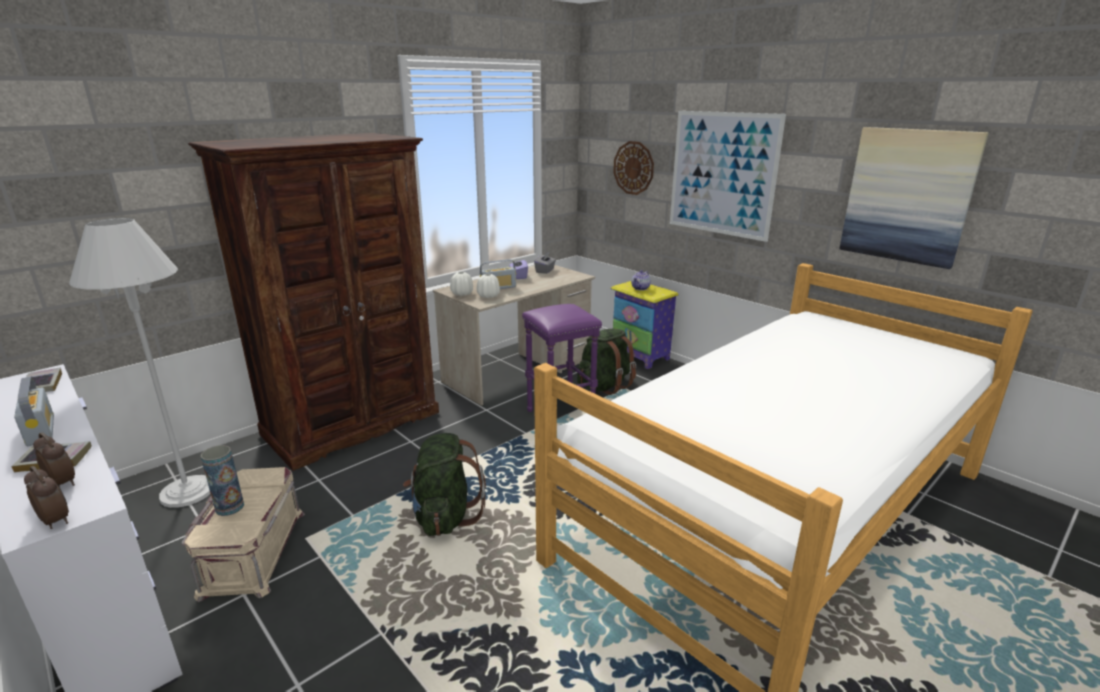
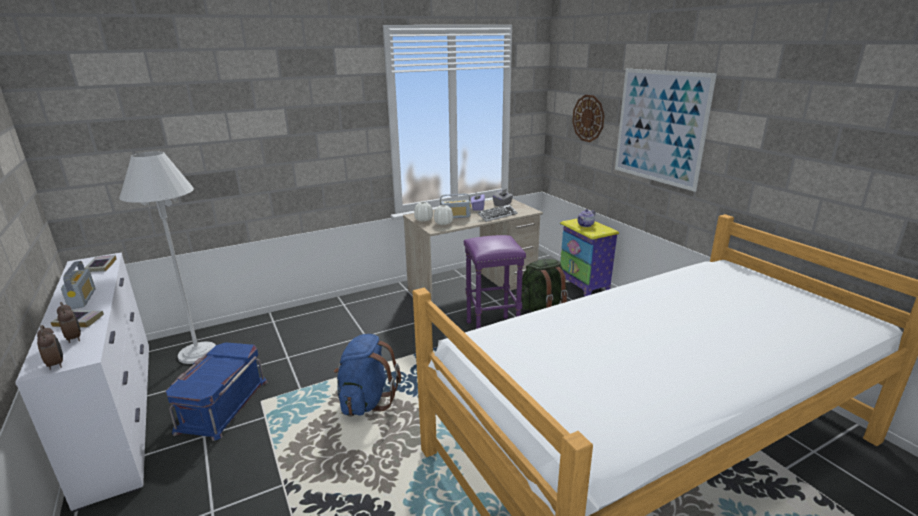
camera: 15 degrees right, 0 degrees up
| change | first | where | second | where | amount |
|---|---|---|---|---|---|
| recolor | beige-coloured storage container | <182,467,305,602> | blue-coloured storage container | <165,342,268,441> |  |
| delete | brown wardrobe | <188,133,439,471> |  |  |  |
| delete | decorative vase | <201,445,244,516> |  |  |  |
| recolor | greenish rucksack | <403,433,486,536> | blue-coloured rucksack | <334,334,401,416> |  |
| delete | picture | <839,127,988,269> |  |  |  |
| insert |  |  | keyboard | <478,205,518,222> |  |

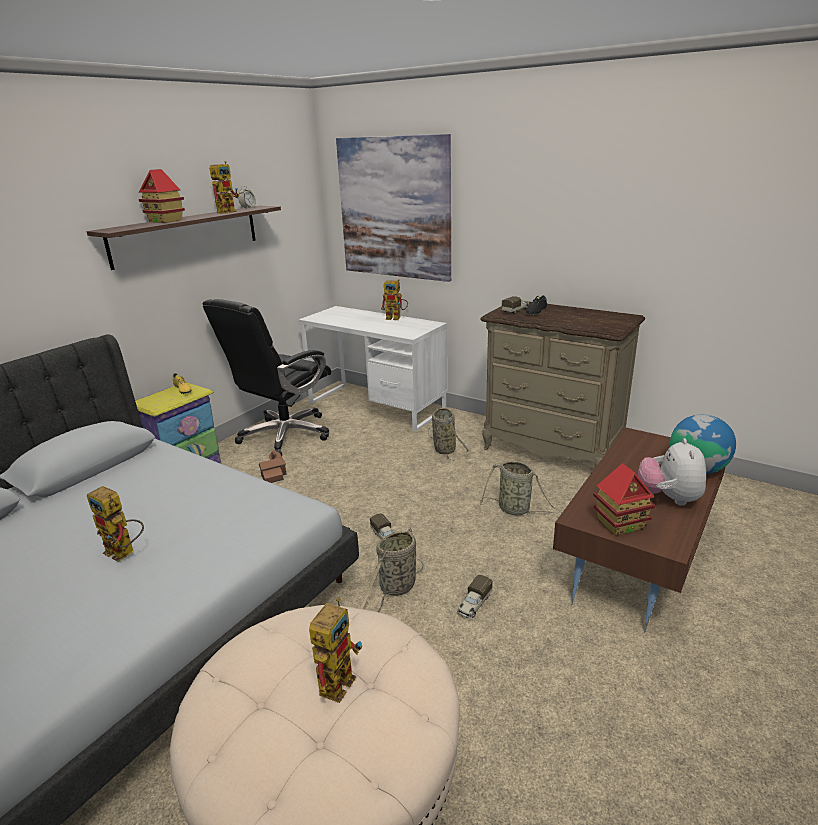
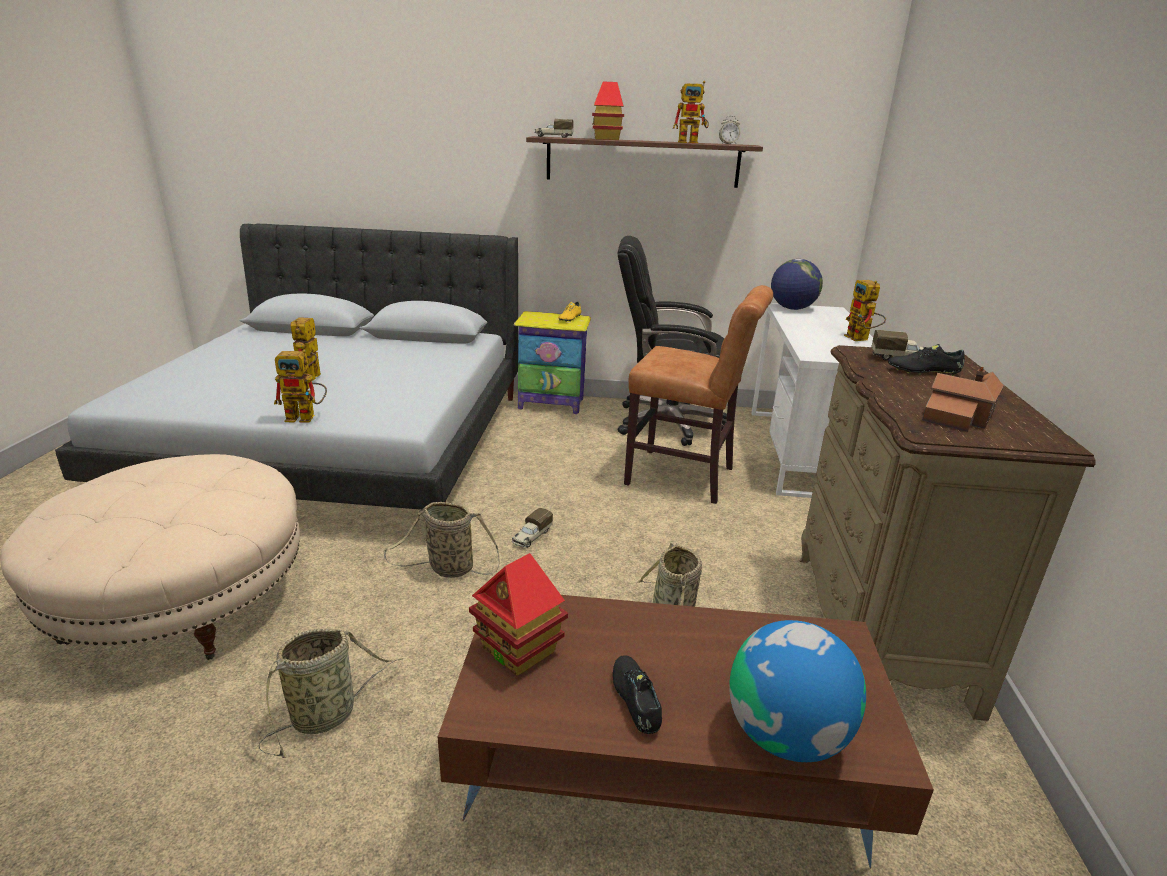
camera: 60 degrees right, 0 degrees up
| change | first | where | second | where | amount |
|---|---|---|---|---|---|
| move | toy house | <259,450,287,483> |  | <922,367,1004,432> |  |
| move | model robot | <309,597,362,703> |  | <274,350,327,423> |  |
| delete | picture | <336,134,451,282> |  |  |  |
| move | storage basket | <428,408,469,461> |  | <258,628,404,758> |  |
| move | toy lorry | <457,575,493,618> |  | <534,119,574,138> |  |
| replace | plush toy | <638,438,706,506> | black low shoe | <613,655,662,734> |  |
| insert |  |  | brown upright chair | <624,285,773,504> |  |
| insert |  |  | globe | <771,259,823,310> |  |

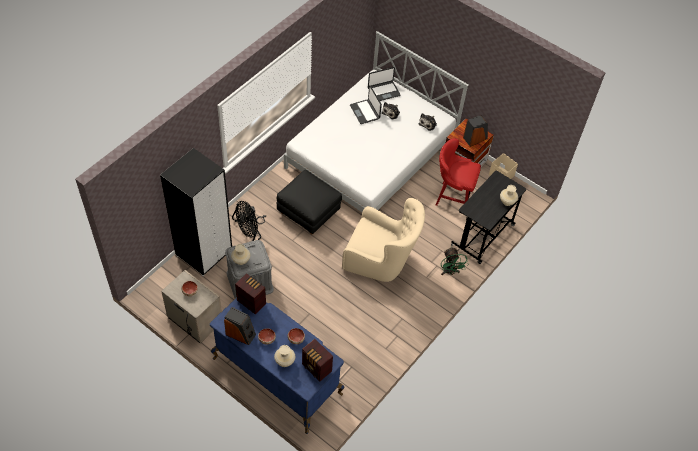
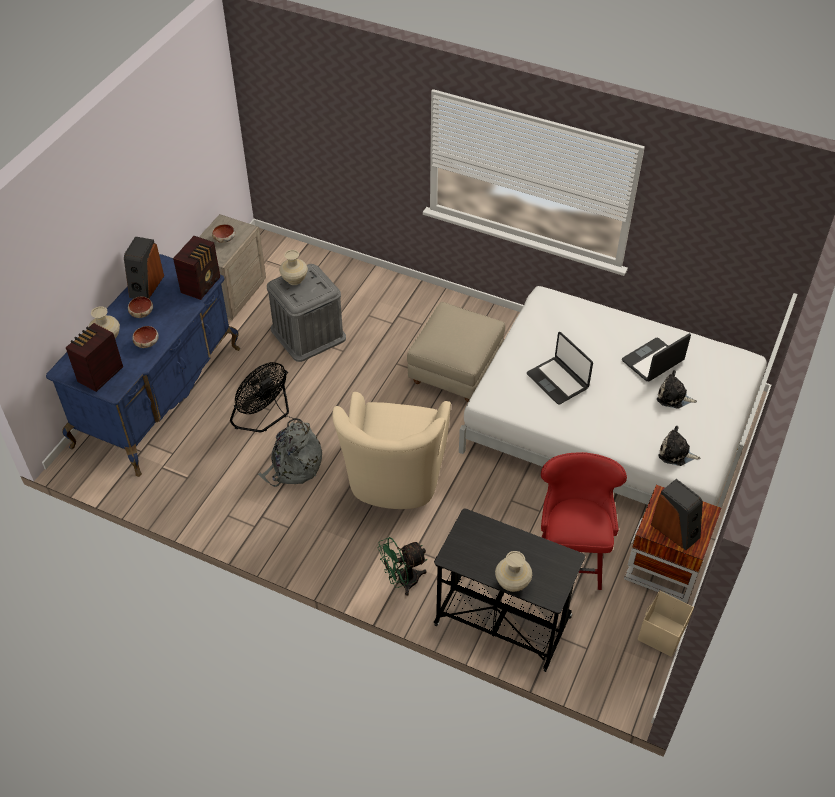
camera: 80 degrees right, 5 degrees down
| change | first | where | second | where | amount |
|---|---|---|---|---|---|
| delete | wardrobe | <160,148,232,276> |  |  |  |
| move | black cooling fan | <232,201,267,241> |  | <230,362,303,432> |  |
| recolor | black ottoman | <276,170,342,234> | beige-coloured ottoman | <407,302,505,402> |  |
| move | portable computer | <368,67,401,101> |  | <527,332,593,405> |  |
| insert |  |  | gray rucksack | <258,421,322,487> |  |

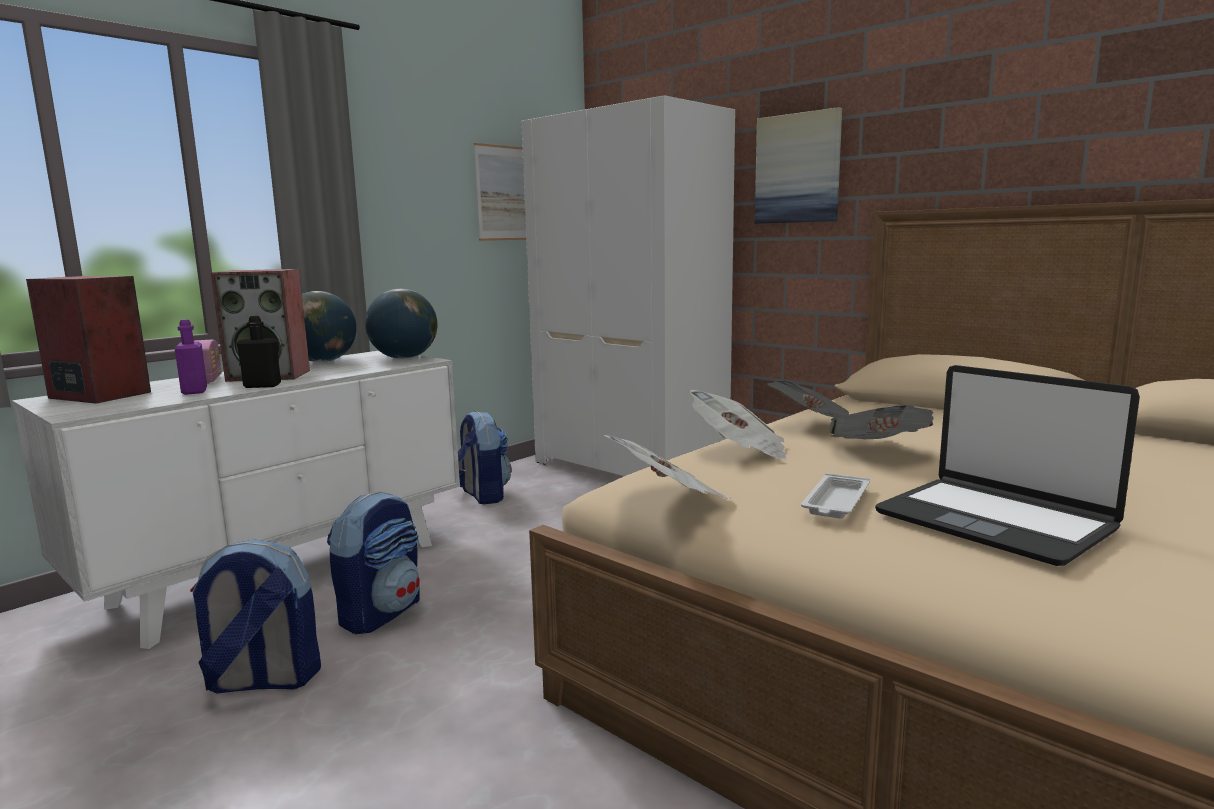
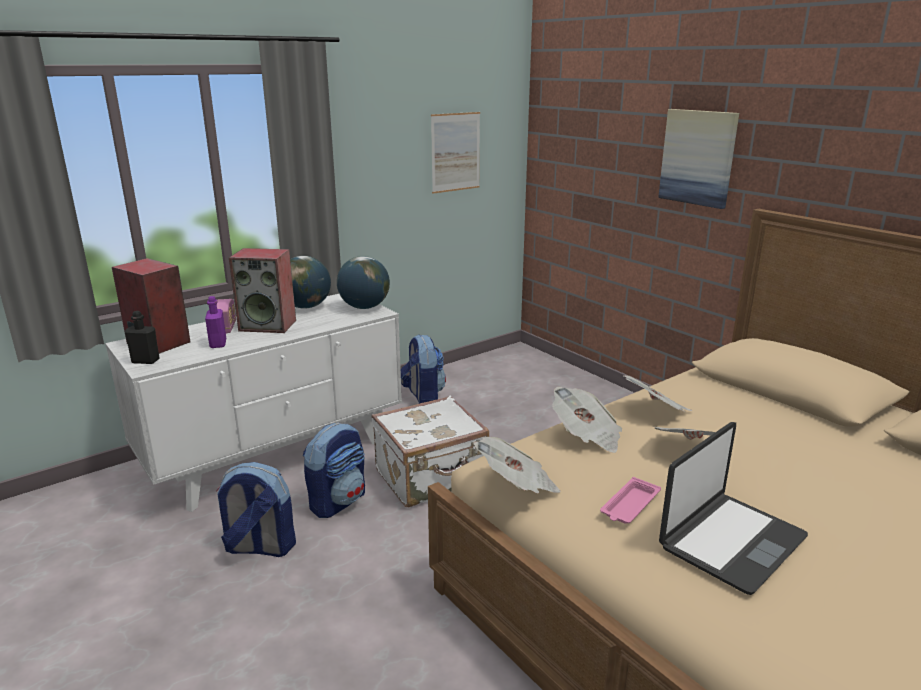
camera: 10 degrees right, 10 degrees up
| change | first | where | second | where | amount |
|---|---|---|---|---|---|
| move | black beverage bottle | <237,316,281,388> |  | <125,311,159,364> |  |
| delete | white wardrobe | <521,95,735,476> |  |  |  |
| recolor | white carrying tray | <801,473,870,518> | pink carrying tray | <600,477,661,524> |  |
| rotate | portable computer | <875,365,1140,566> |  | <659,422,808,595> | 105 degrees counterclockwise |
| insert |  |  | white travel case | <372,396,489,507> |  |

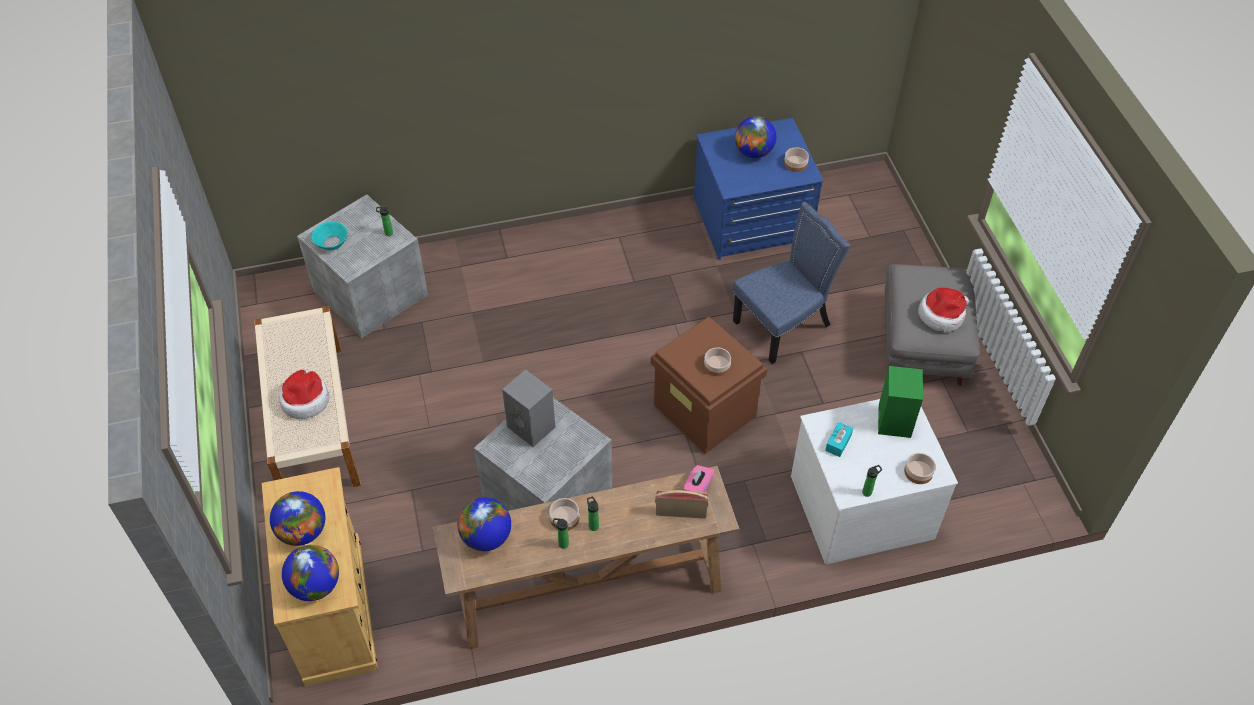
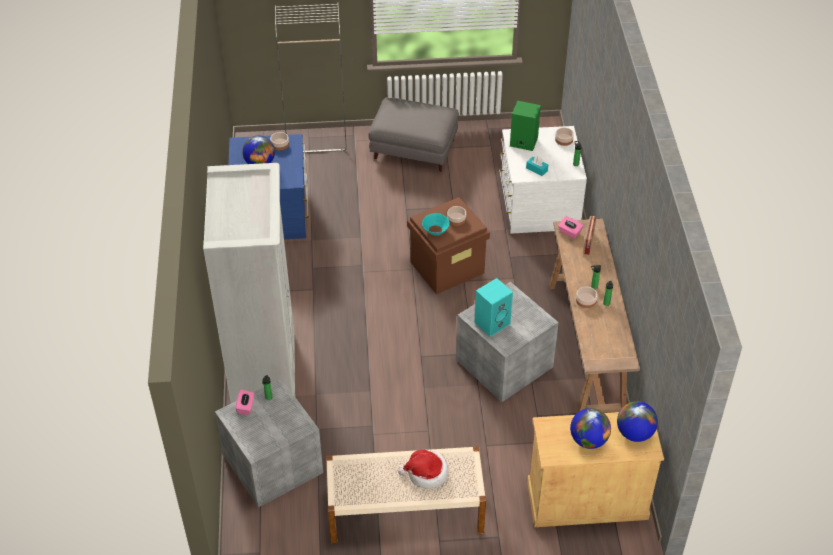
camera: 80 degrees left, 5 degrees down
| change | first | where | second | where | amount |
|---|---|---|---|---|---|
| move | blue-green serving bowl | <312,221,348,250> |  | <422,213,450,235> |  |
| delete | globe | <458,497,511,551> |  |  |  |
| recolor | gray loudspeaker | <502,370,555,447> | blue-green loudspeaker | <474,278,513,337> |  |
| delete | blue-coloured upright chair | <733,202,851,364> |  |  |  |
| delete | wearable hat | <918,288,969,332> |  |  |  |
| insert |  |  | white wardrobe | <203,163,295,403> |  |
| insert |  |  | pink box of tissues | <235,389,254,415> |  |
| insert |  |  | gray garment rack | <275,2,347,153> |  |

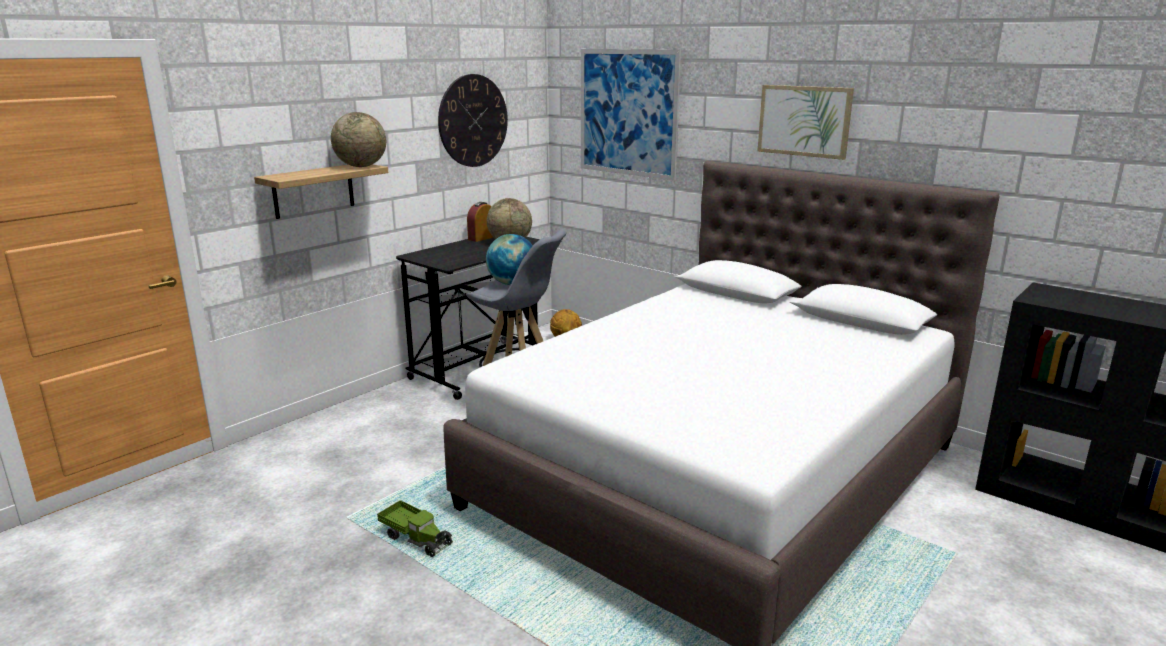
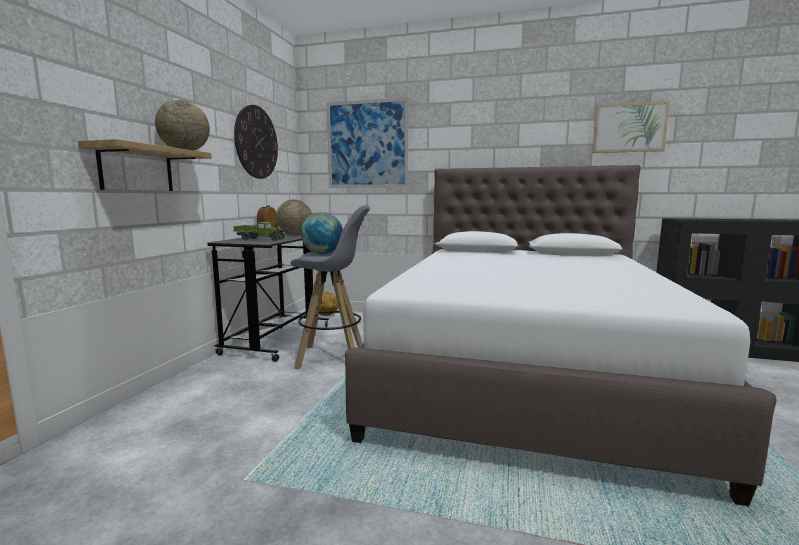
camera: 25 degrees left, 10 degrees down
| change | first | where | second | where | amount |
|---|---|---|---|---|---|
| move | toy lorry | <377,500,453,557> |  | <233,222,285,241> |  |
| move | picture | <757,85,854,160> |  | <592,101,670,153> |  |

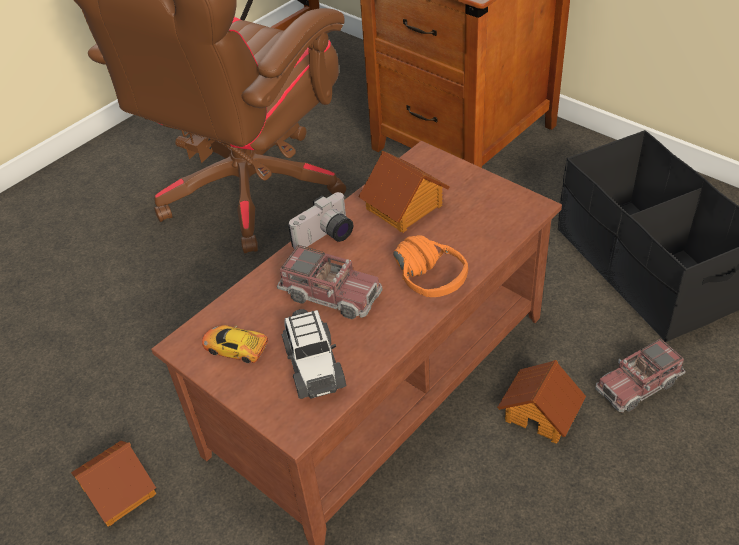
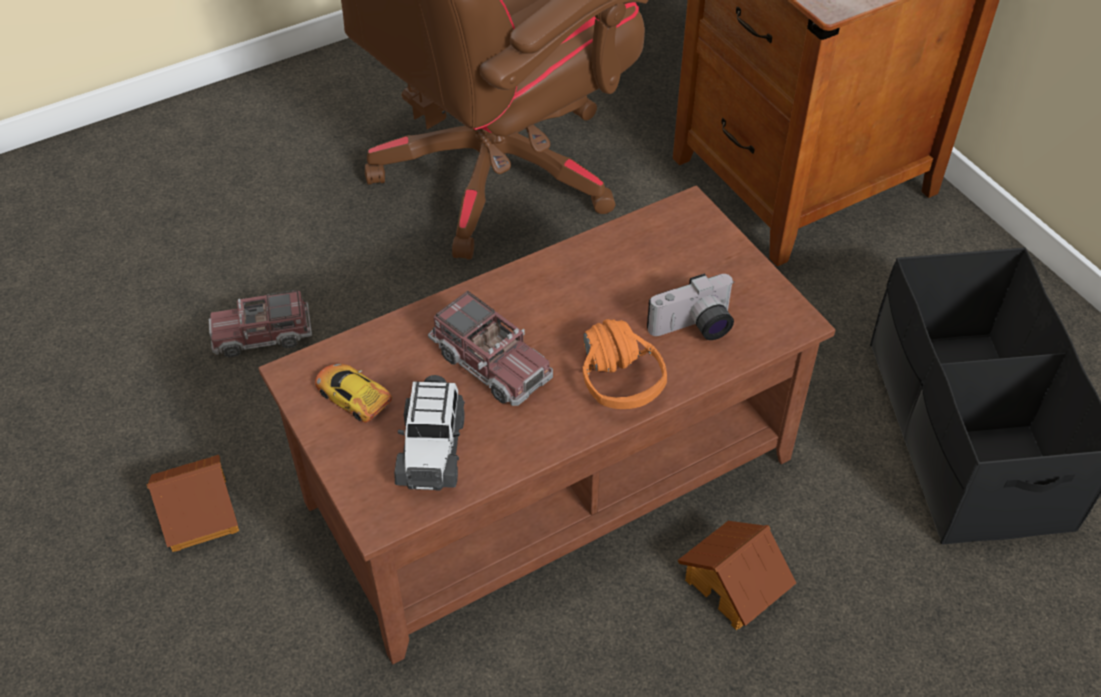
camera: 15 degrees right, 5 degrees up
| change | first | where | second | where | amount |
|---|---|---|---|---|---|
| move | still camera | <288,192,353,249> |  | <647,273,734,340> |  |
| delete | toy house | <359,150,450,233> |  |  |  |
| move | toy lorry | <595,338,686,412> |  | <209,289,312,358> |  |

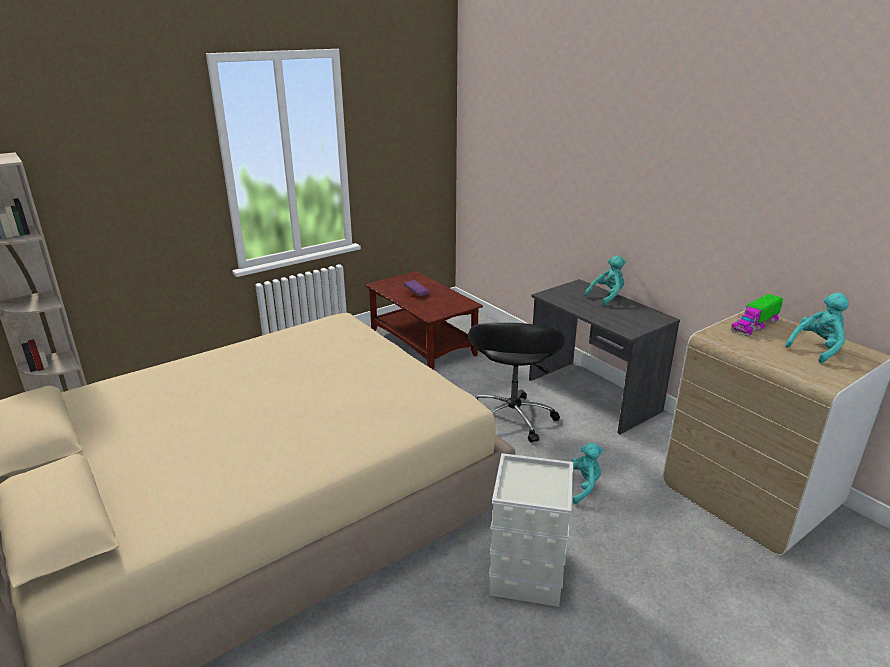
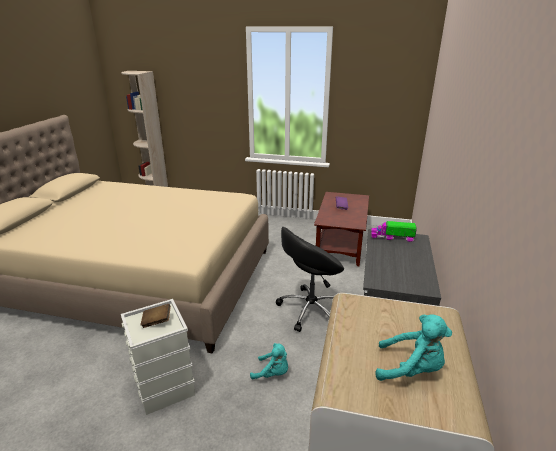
camera: 50 degrees right, 0 degrees up
| change | first | where | second | where | amount |
|---|---|---|---|---|---|
| delete | blue-green plush toy | <584,256,626,306> |  |  |  |
| move | toy lorry | <731,294,783,337> |  | <371,221,417,242> |  |
| insert |  |  | brown volume | <141,304,171,328> |  |

